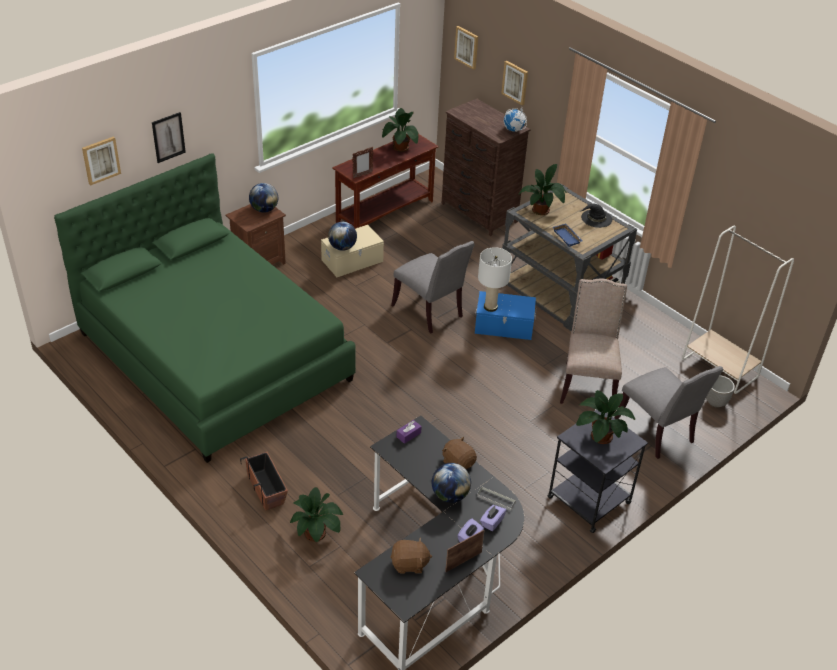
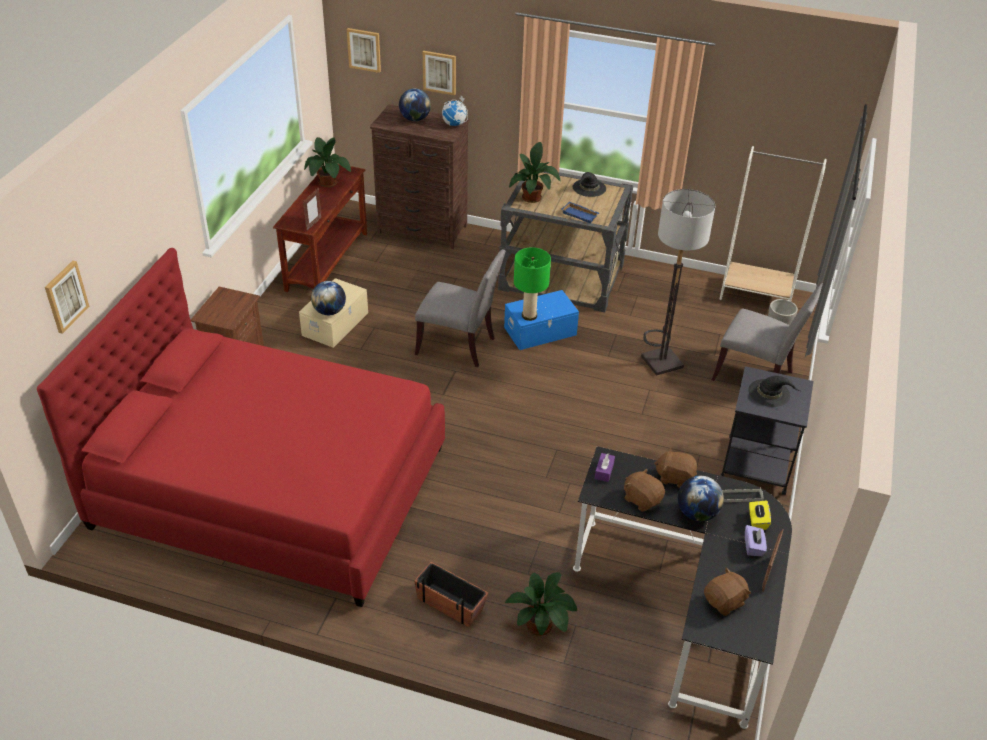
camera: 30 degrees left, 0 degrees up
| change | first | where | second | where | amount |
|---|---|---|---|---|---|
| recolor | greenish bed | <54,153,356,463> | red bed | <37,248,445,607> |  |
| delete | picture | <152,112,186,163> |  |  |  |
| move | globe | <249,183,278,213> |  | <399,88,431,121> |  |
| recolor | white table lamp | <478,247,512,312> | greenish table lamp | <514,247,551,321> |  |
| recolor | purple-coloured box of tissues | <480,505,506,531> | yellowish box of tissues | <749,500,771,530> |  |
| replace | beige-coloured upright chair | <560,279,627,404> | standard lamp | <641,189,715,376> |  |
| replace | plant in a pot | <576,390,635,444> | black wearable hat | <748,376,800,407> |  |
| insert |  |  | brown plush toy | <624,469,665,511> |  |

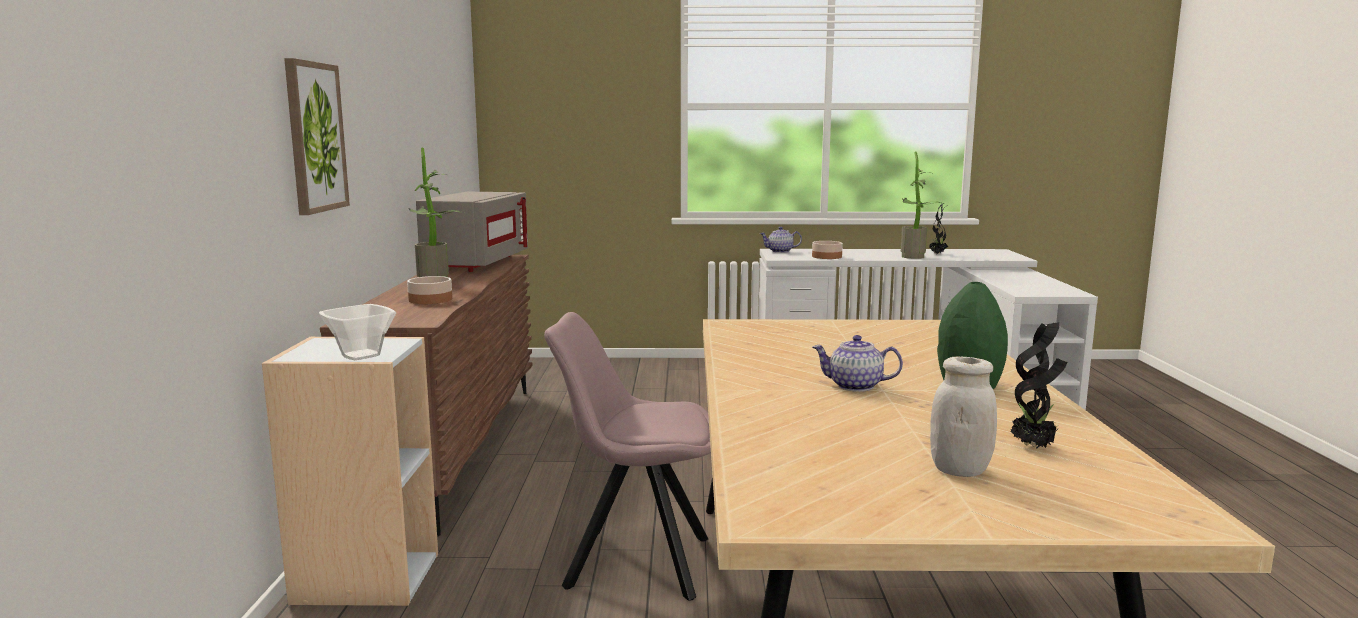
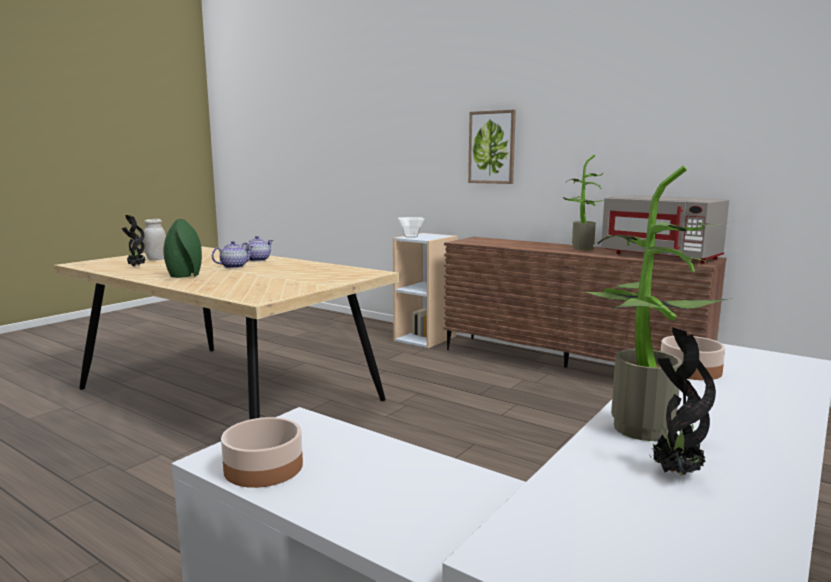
camera: 125 degrees right, 0 degrees up
| change | first | where | second | where | amount |
|---|---|---|---|---|---|
| move | serving bowl | <407,276,452,304> |  | <221,417,303,488> |  |
| delete | pink upright chair | <544,312,711,601> |  |  |  |
| move | teapot | <760,227,802,253> |  | <241,236,273,261> |  |

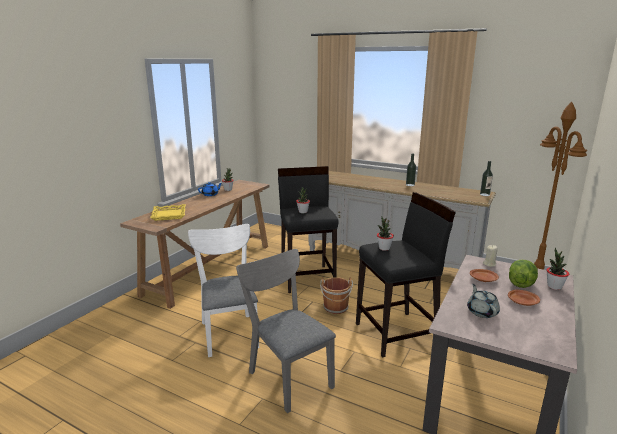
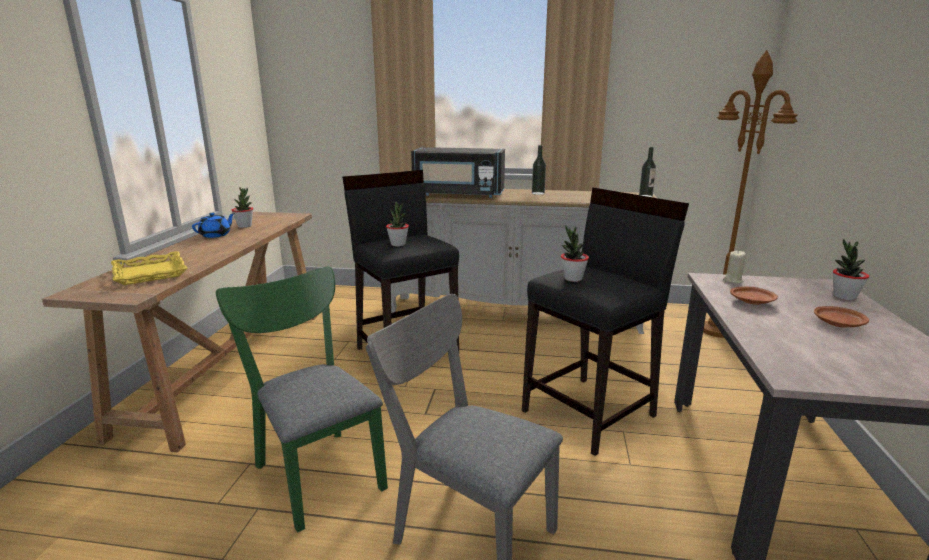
camera: 20 degrees left, 0 degrees up
| change | first | where | second | where | amount |
|---|---|---|---|---|---|
| recolor | white upright chair | <188,224,259,357> | greenish upright chair | <216,267,388,533> |  |
| delete | brown bucket | <320,277,353,314> |  |  |  |
| delete | gray teapot | <467,284,500,318> |  |  |  |
| delete | lettuce head | <509,260,538,288> |  |  |  |
| insert |  |  | black microwave | <411,147,505,198> |  |

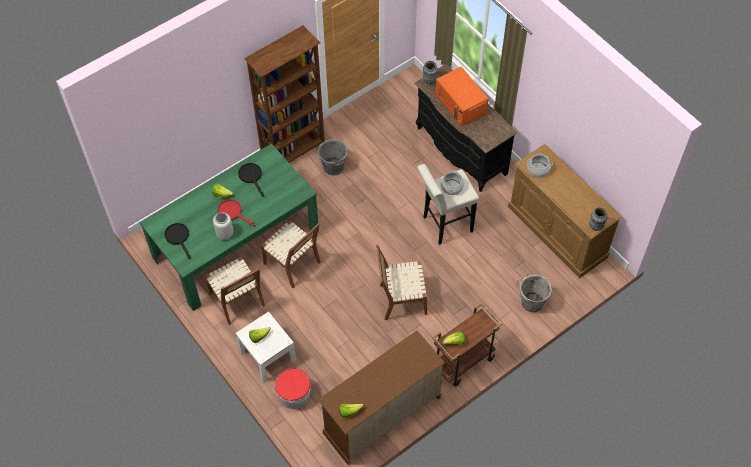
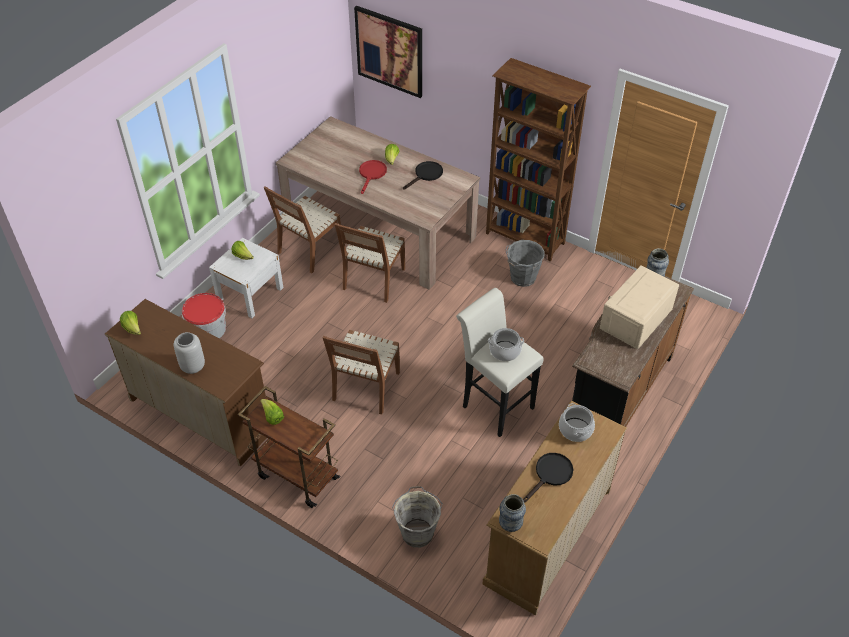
camera: 70 degrees right, 10 degrees down
| change | first | where | second | where | amount |
|---|---|---|---|---|---|
| recolor | greenish dining table | <139,143,319,311> | beige-coloured dining table | <276,116,480,290> |  |
| move | black pan | <165,223,191,259> |  | <523,453,573,503> |  |
| move | gray decorative vase | <213,212,233,240> |  | <174,332,205,374> |  |
| rotate | upright chair | <376,244,427,320> |  | <323,330,400,414> | 135 degrees counterclockwise |
| recolor | orangey microwave | <435,67,489,127> | beige-coloured microwave | <600,265,679,349> |  |
| insert |  |  | picture | <354,6,422,98> |  |

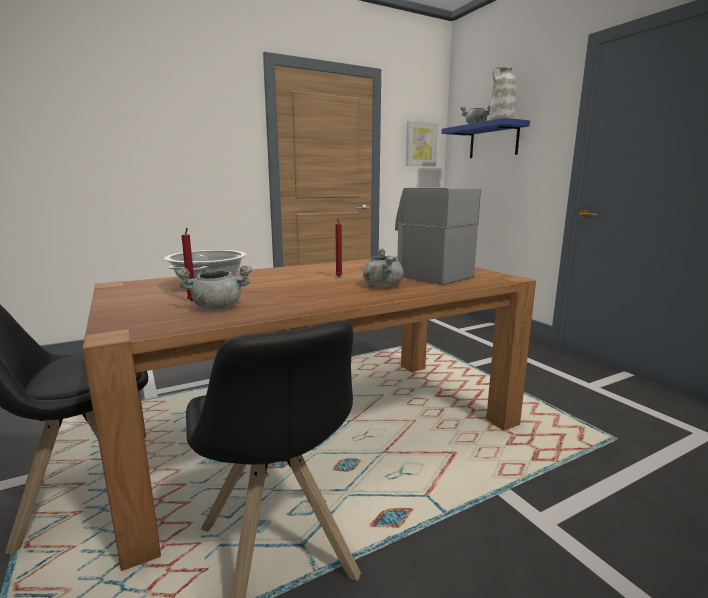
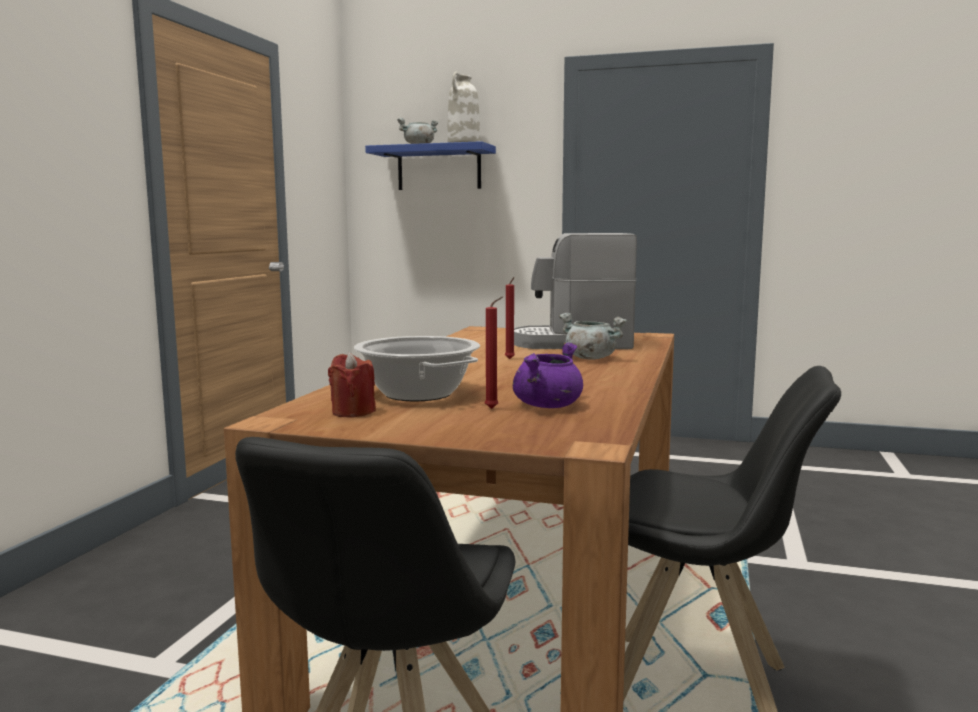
camera: 45 degrees left, 5 degrees down
| change | first | where | second | where | amount |
|---|---|---|---|---|---|
| recolor | gray stockpot | <176,266,252,310> | purple-coloured stockpot | <513,342,583,408> |  |
| delete | picture | <406,121,438,166> |  |  |  |
| insert |  |  | red wax light | <328,352,376,417> |  |

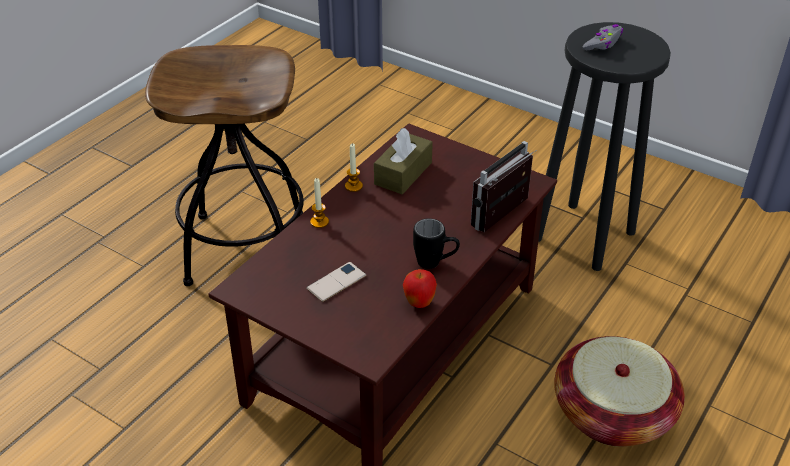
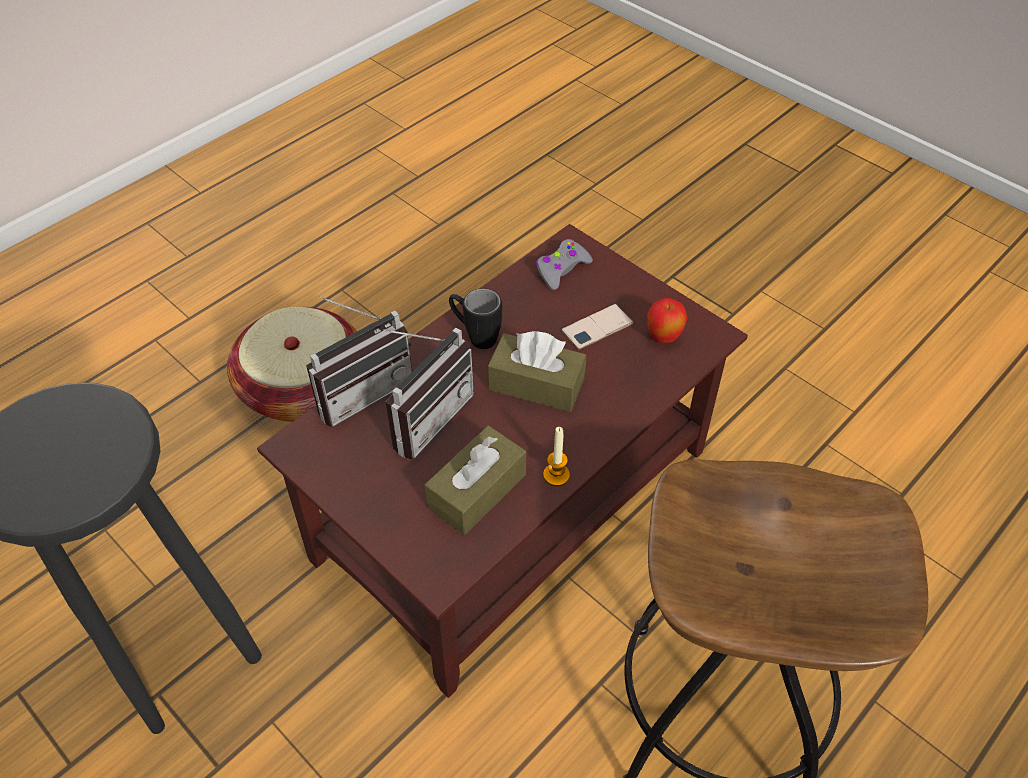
camera: 170 degrees left, 10 degrees up
| change | first | where | second | where | amount |
|---|---|---|---|---|---|
| delete | wax light | <310,178,329,228> |  |  |  |
| move | apple fruit | <403,269,437,308> |  | <648,298,688,343> |  |
| move | gray game controller | <582,24,623,50> |  | <536,239,593,290> |  |
| insert |  |  | radio set | <383,328,474,460> |  |
| insert |  |  | brown box of tissues | <488,331,586,412> |  |

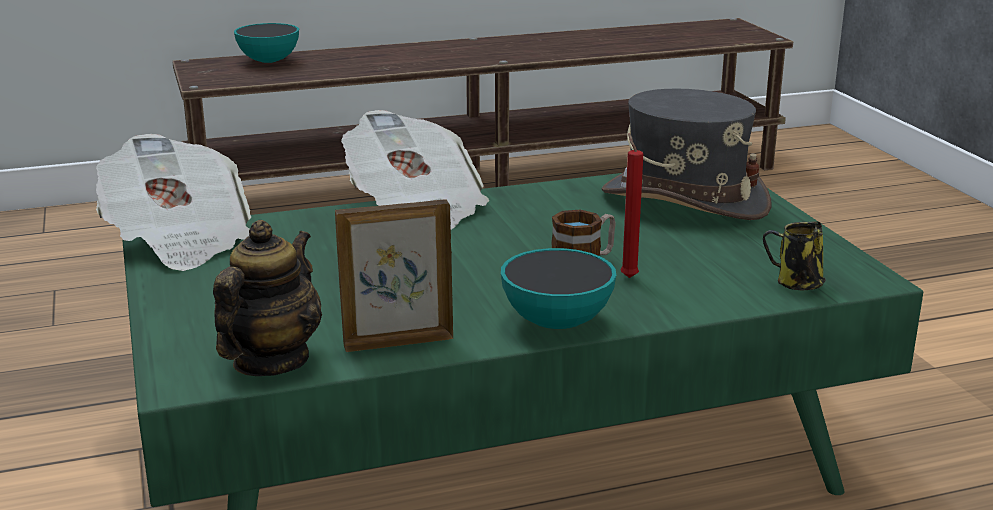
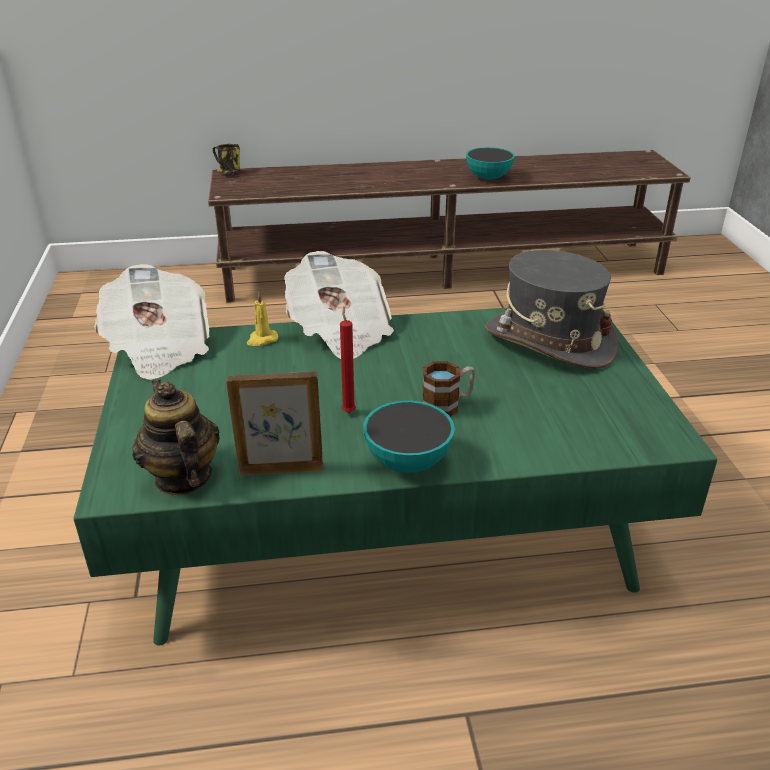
camera: 10 degrees right, 10 degrees up
| change | first | where | second | where | amount |
|---|---|---|---|---|---|
| rotate | teapot | <213,220,322,376> |  | <132,379,220,496> | 60 degrees counterclockwise |
| move | serving bowl | <234,23,299,63> |  | <466,147,515,180> |  |
| move | red wax light | <621,133,643,278> |  | <340,306,356,413> |  |
| move | mug | <763,221,826,291> |  | <213,144,241,174> |  |
| insert |  |  | yellowish wax light | <247,292,278,346> |  |

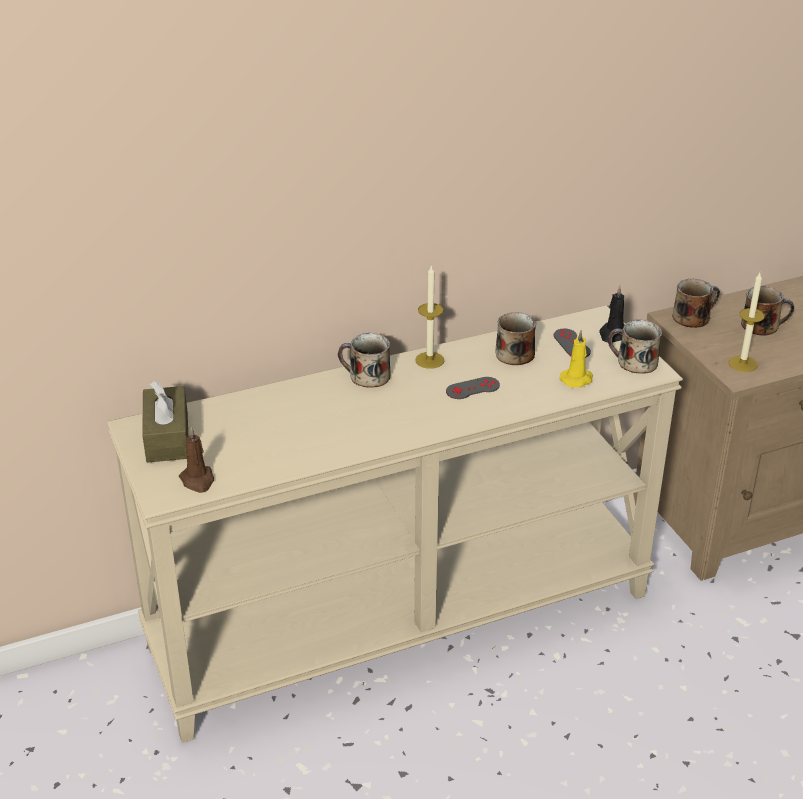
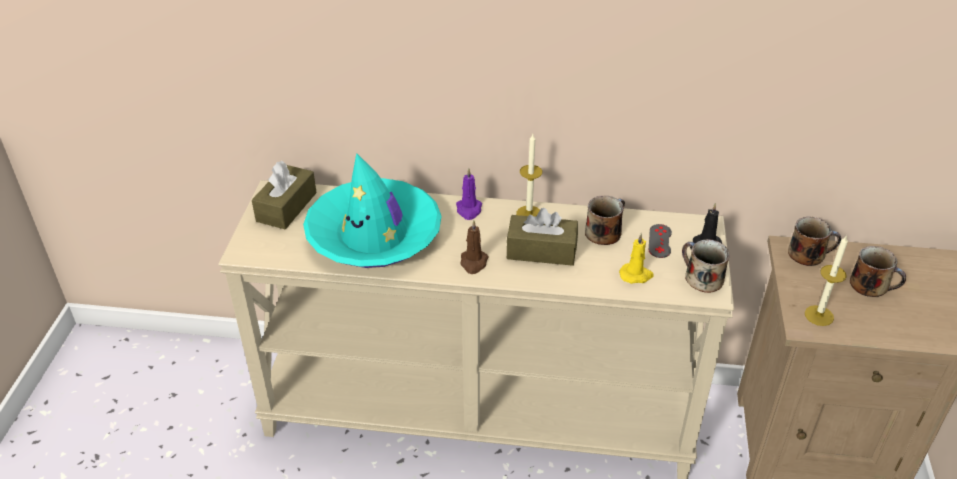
camera: 30 degrees right, 5 degrees up
| change | first | where | second | where | amount |
|---|---|---|---|---|---|
| move | brown wax light | <179,427,214,493> |  | <461,220,488,274> |  |
| replace | mug | <338,333,390,387> | purple-coloured wax light | <456,168,482,220> |  |
| replace | gray game controller | <446,377,500,399> | brown box of tissues | <506,208,578,266> |  |
| insert |  |  | blue-green wearable hat | <303,153,442,268> |  |

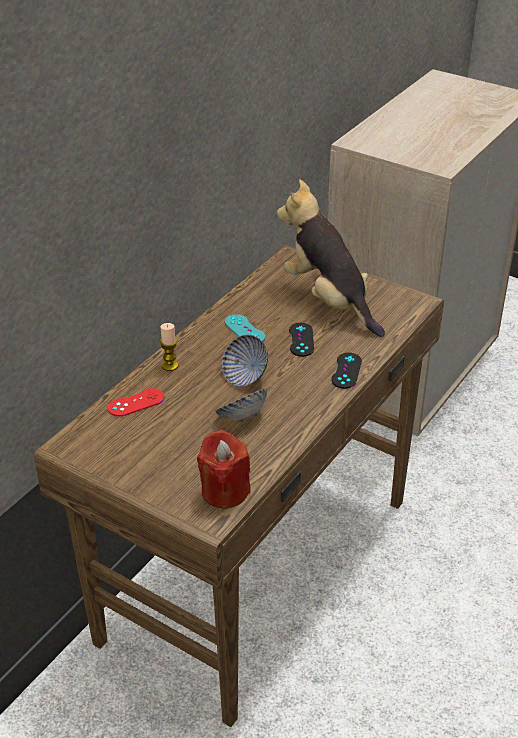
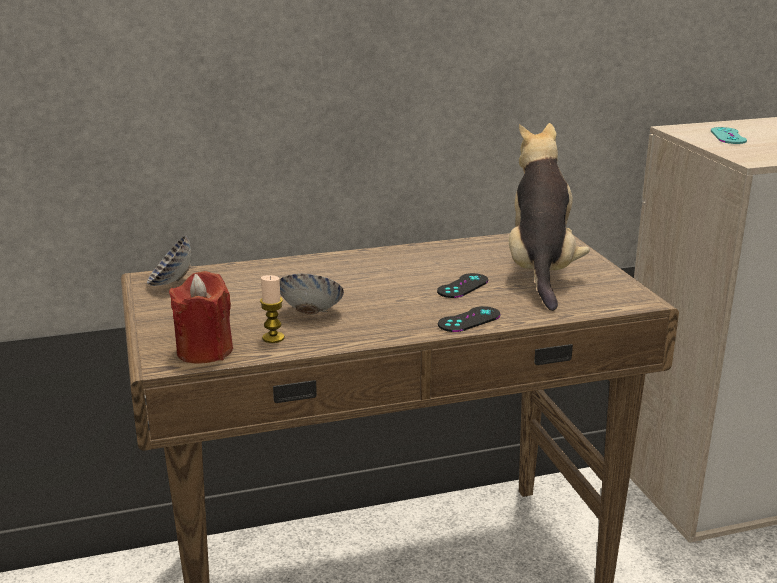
camera: 40 degrees right, 15 degrees down
| change | first | where | second | where | amount |
|---|---|---|---|---|---|
| delete | red game controller | <108,388,164,417> |  |  |  |
| move | wax light | <160,323,179,371> |  | <260,275,285,343> |  |
| move | serving bowl | <222,335,268,387> |  | <147,235,192,286> |  |
| move | blue-green game controller | <225,314,265,342> |  | <711,127,747,144> |  |

